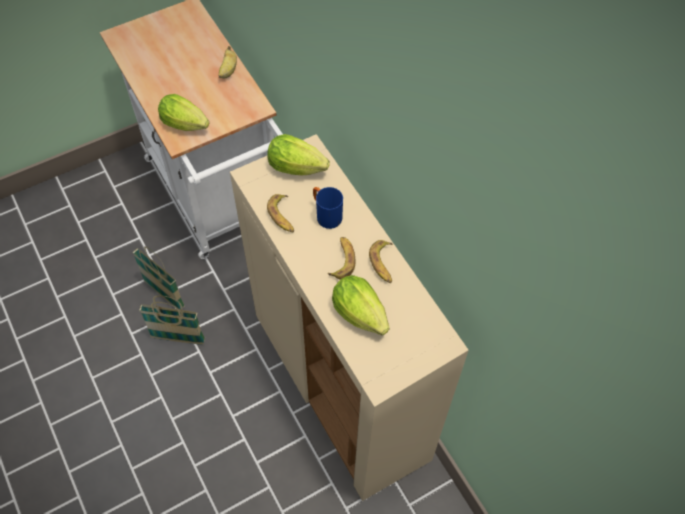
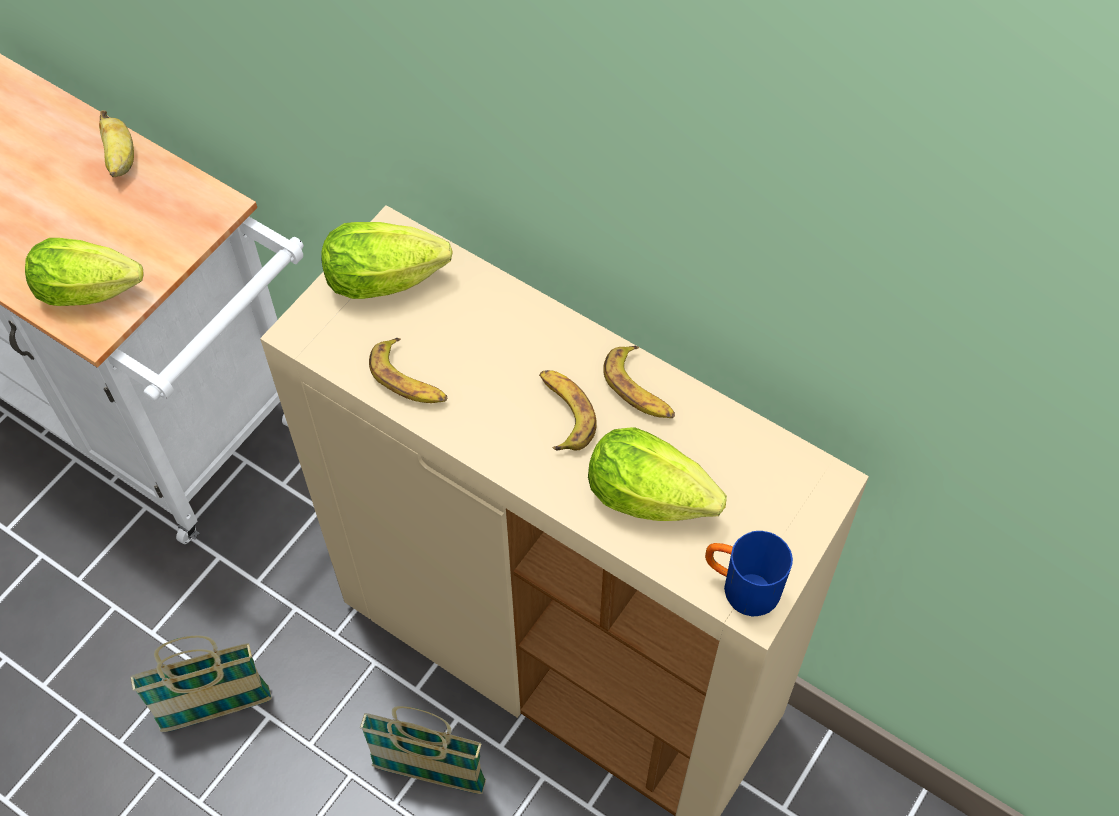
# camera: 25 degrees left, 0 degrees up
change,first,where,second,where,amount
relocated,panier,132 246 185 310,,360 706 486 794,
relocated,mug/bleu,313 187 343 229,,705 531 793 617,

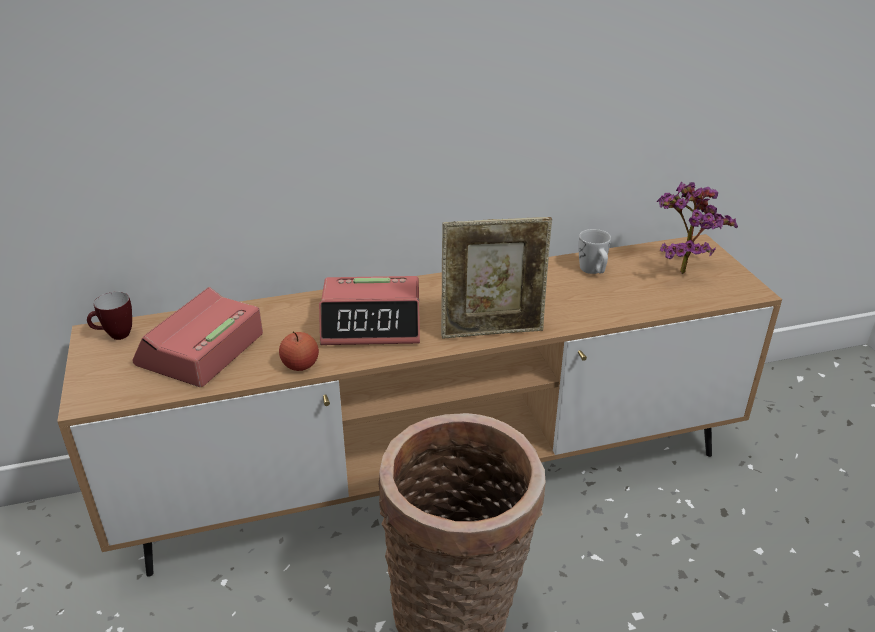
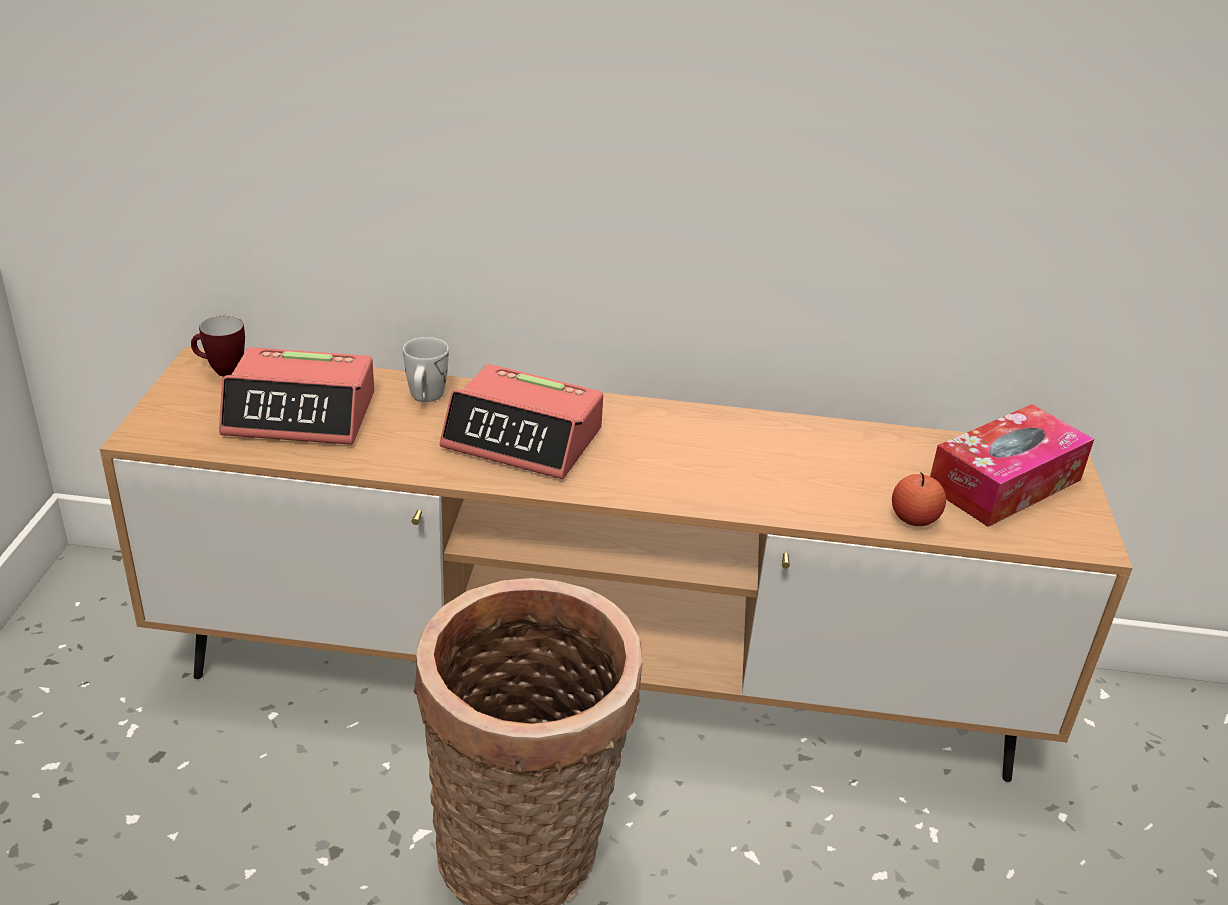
# camera: 20 degrees right, 0 degrees up
change,first,where,second,where,amount
spun,réveil,133 287 263 387,,219 347 374 445,135 degrees counterclockwise
relocated,pomme,279 332 319 371,,892 472 946 526,
missing,cadre photo,441 217 552 339,,,
relocated,mug/blanc,579 229 611 274,,403 337 449 402,
exchanged,plante en pot,657 182 738 274,boîte à mouchoirs,930 404 1094 527,

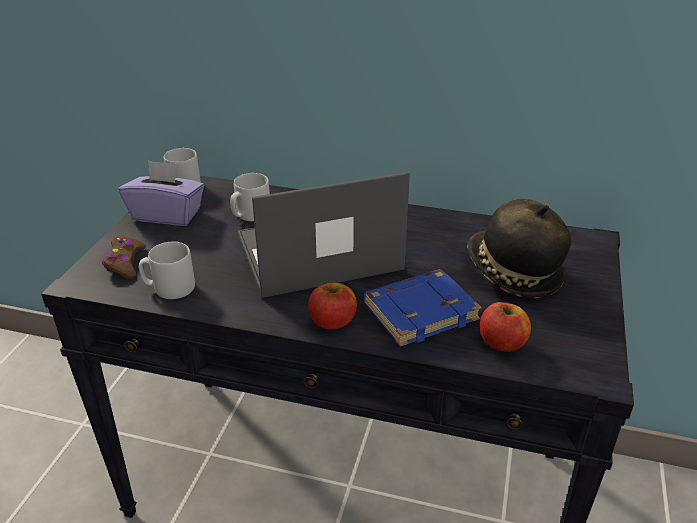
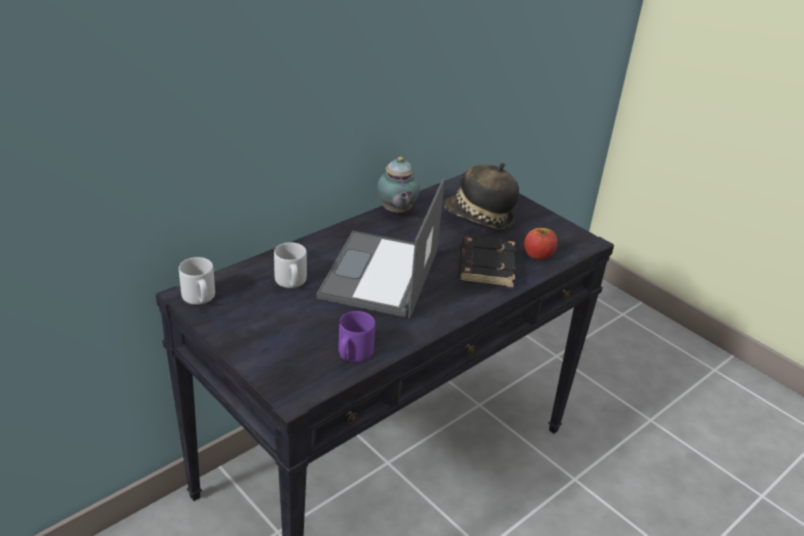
# camera: 60 degrees left, 0 degrees up
change,first,where,second,where,amount
missing,manette/marron,102 236 146 279,,,
missing,boîte à mouchoirs/violet,119 160 204 226,,,
colour,mug/gris,139 242 195 299,mug/violet,338 311 375 362,
missing,pomme,308 283 357 329,,,
colour,livre/bleu,364 269 482 347,livre/noir,458 236 516 288,
appeared,,,théière,377 157 420 214,

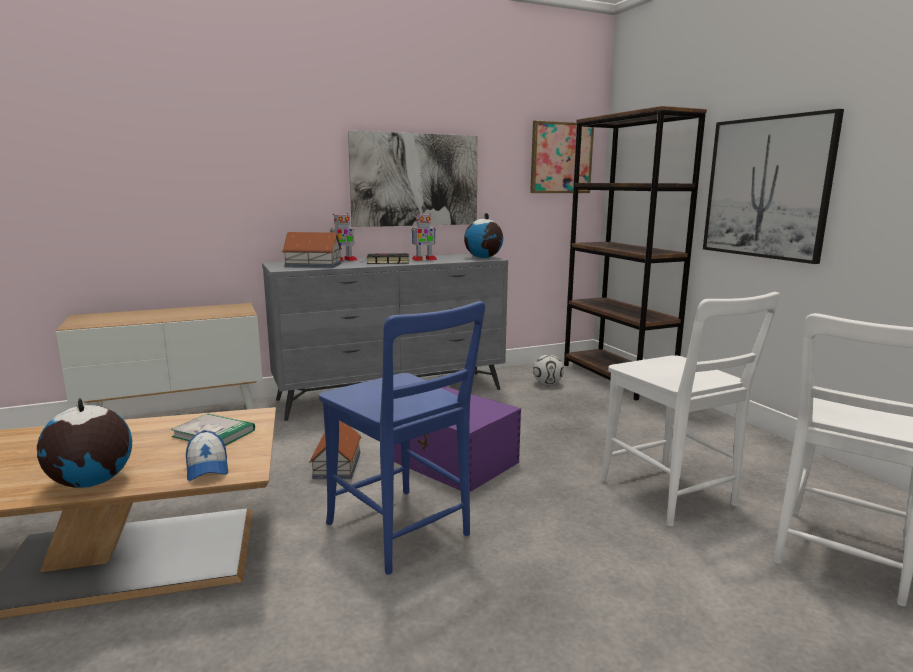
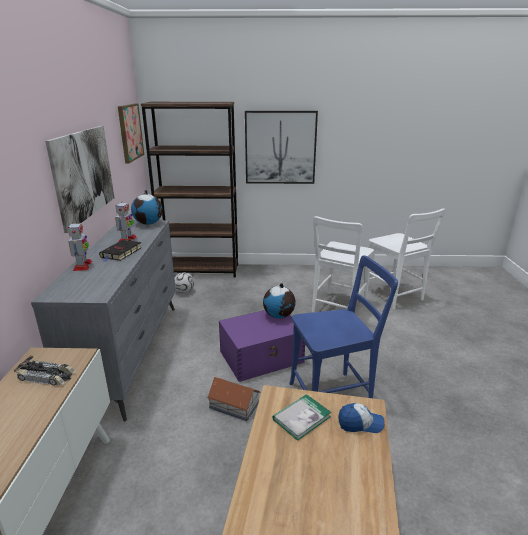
# camera: 65 degrees left, 10 degrees up
change,first,where,second,where,amount
relocated,globe,37 398 132 488,,263 283 296 318,
missing,maison miniature,282 232 342 268,,,
spun,chaise/blanc,600 292 780 526,,312 216 374 312,120 degrees clockwise
appeared,,,petite voiture,14 356 76 386,

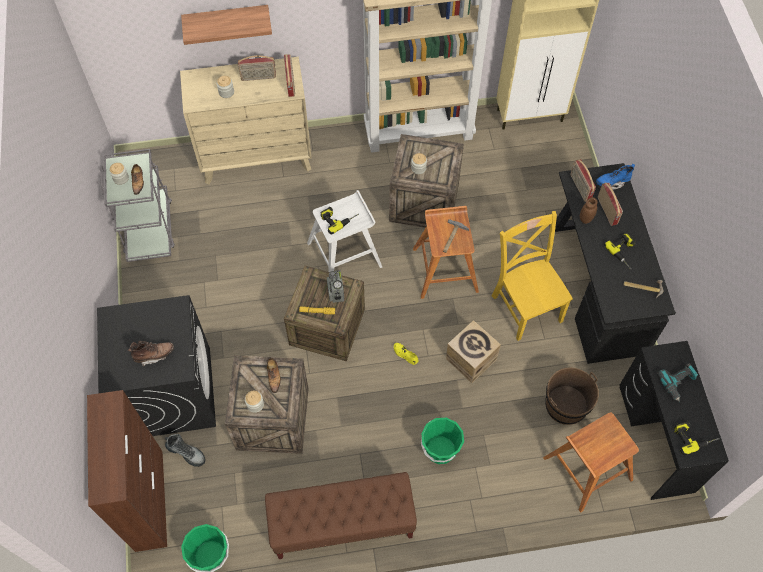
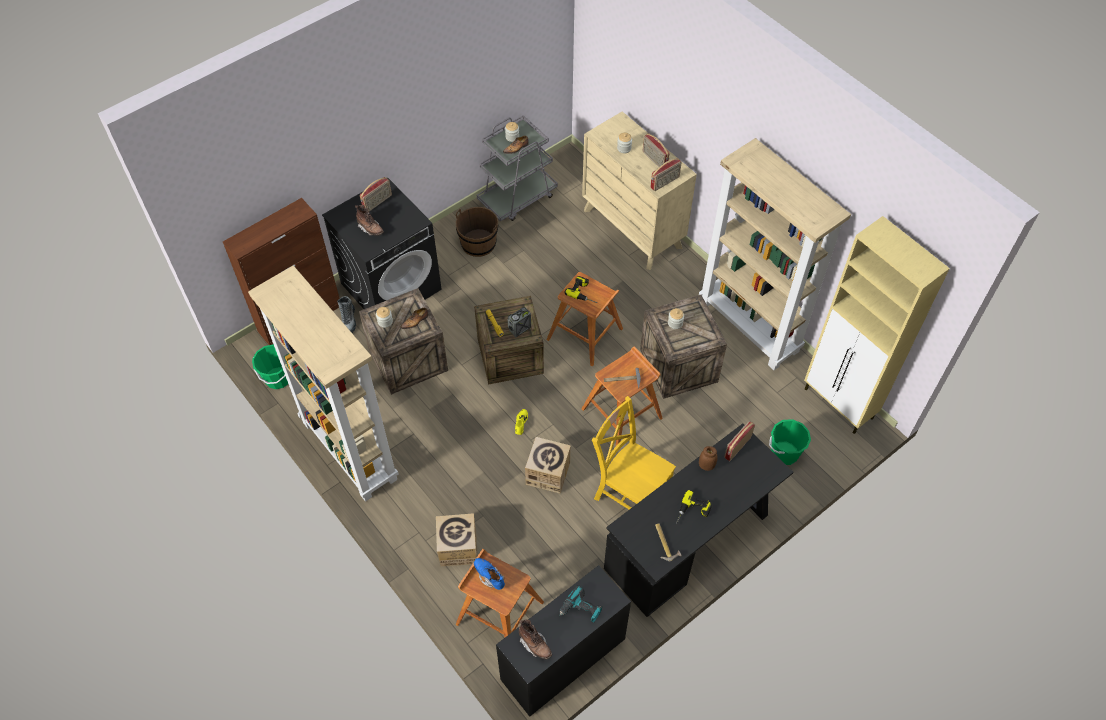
# camera: 60 degrees right, 5 degrees down
change,first,where,second,where,amount
missing,étagère,181 5 272 45,,,
exchanged,banc/marron,265 472 417 559,bibliothèque/beige,248 265 399 502,
colour,tabouret/blanc,307 190 382 272,tabouret/marron,547 272 623 366,
relocated,seau/vert,421 418 464 464,,769 419 811 465,
spun,chaise/jaune,491 211 573 341,,592 396 676 510,90 degrees counterclockwise
relocated,seau/marron,545 367 599 425,,456 207 498 257,
relocated,botte/bleu,596 164 635 189,,474 558 505 590,
relocated,radio,598 183 623 226,,360 177 392 211,
exchanged,perceuse,674 421 720 455,botte/marron,519 620 552 659,
appeared,,,carton,436 513 478 566,

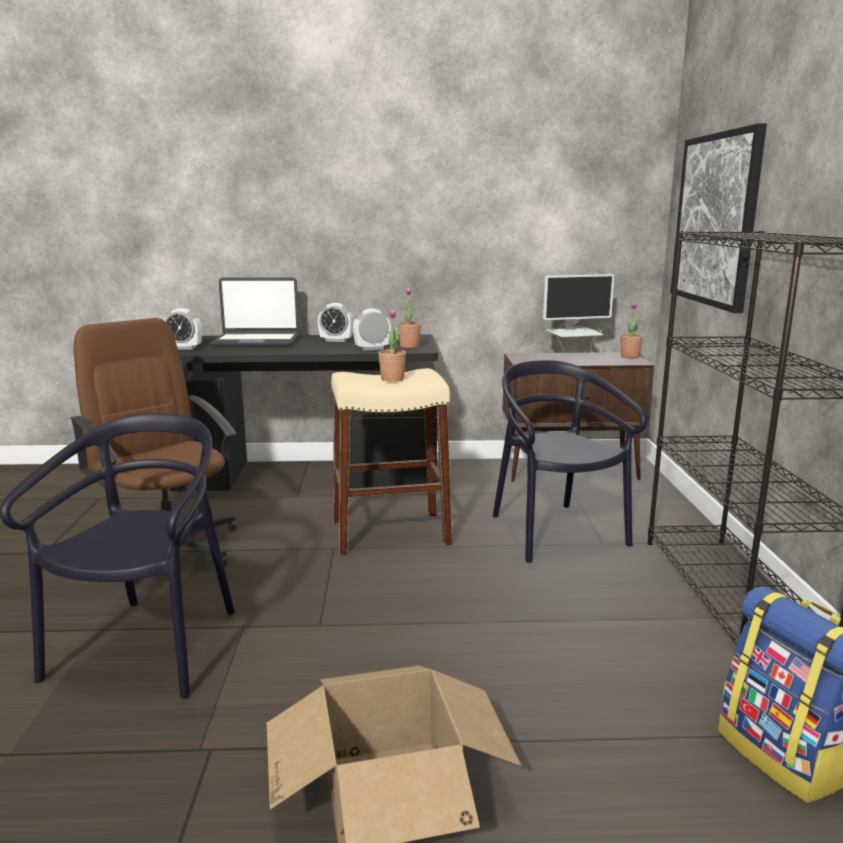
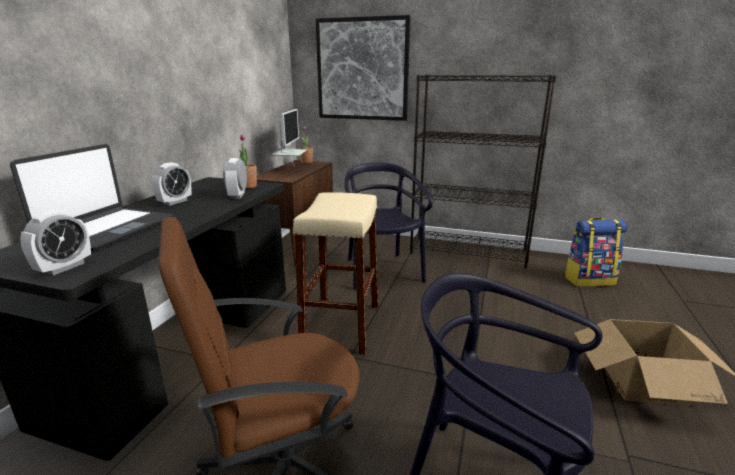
# camera: 70 degrees left, 5 degrees up
change,first,where,second,where,amount
missing,plante en pot,378 310 406 381,,,
spun,chaise/noir,493 360 647 563,,345 162 433 290,75 degrees clockwise

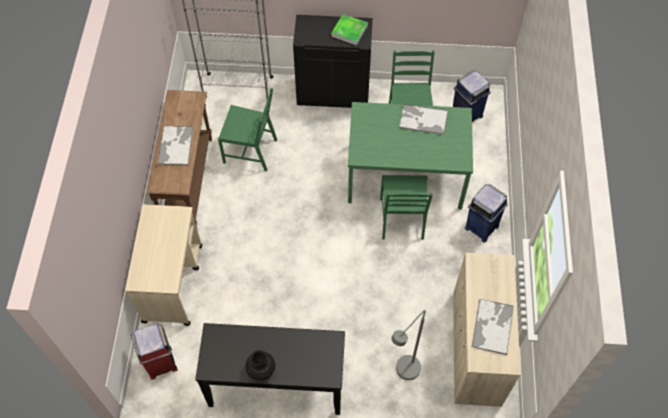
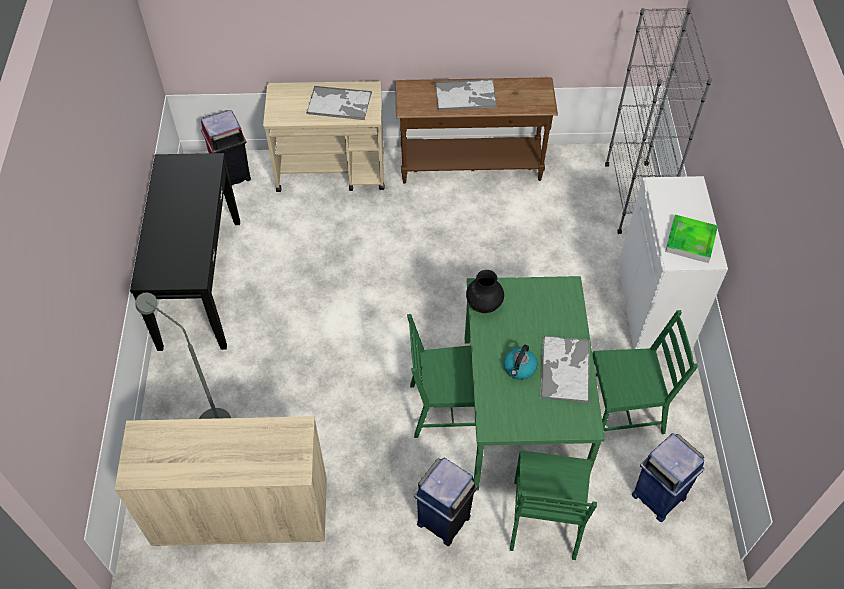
# camera: 85 degrees right, 5 degrees down
change,first,where,second,where,amount
relocated,chaise/vert,218 88 277 171,,510 450 597 560,
relocated,vase/noir,245 350 275 380,,466 270 504 313,
colour,meuble de rangement/noir,293 15 373 108,meuble de rangement/blanc,618 176 728 351,
relocated,plateau,471 299 514 355,,306 86 372 120,
appeared,,,bouilloire,504 345 537 380,

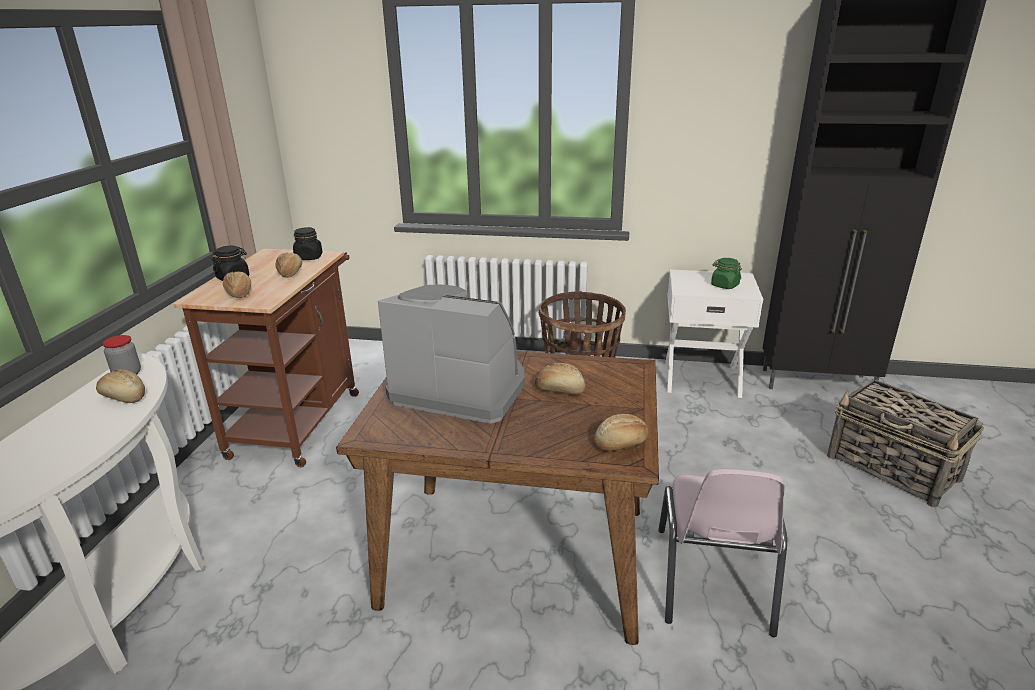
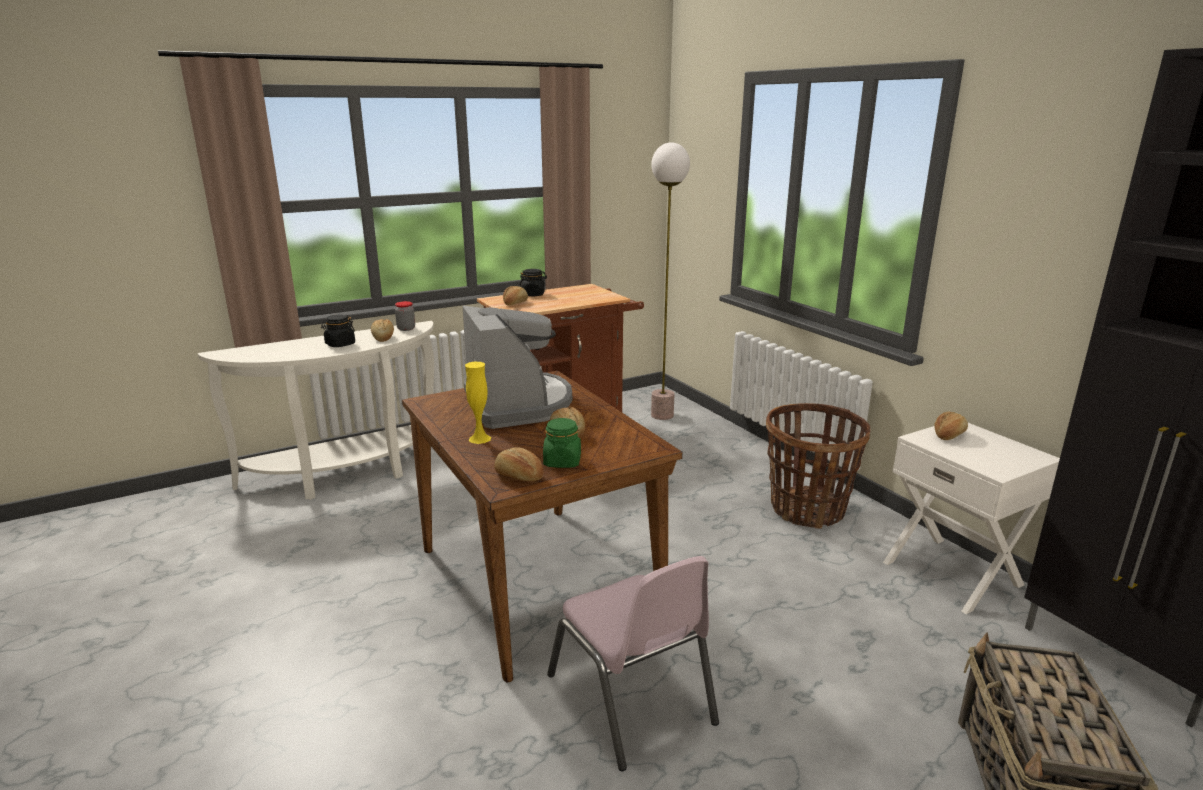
# camera: 50 degrees right, 5 degrees down
change,first,where,second,where,amount
relocated,pain,275 253 302 278,,934 412 968 440,
relocated,bocal/noir,293 227 322 260,,321 315 355 347,
spun,chaise/rose,658 469 787 637,,547 556 719 771,90 degrees counterclockwise
relocated,bocal/vert,711 258 742 289,,543 418 581 468,
appeared,,,vase/jaune,465 362 491 444,
appeared,,,lampadaire,651 142 690 420,

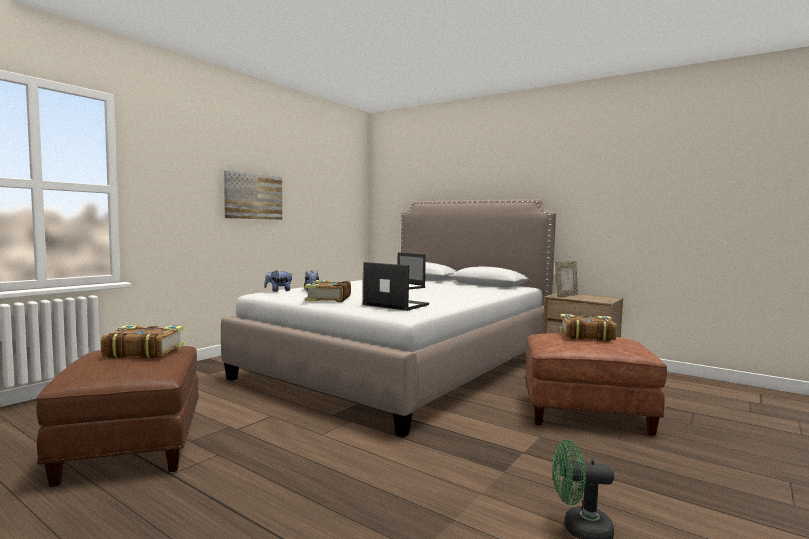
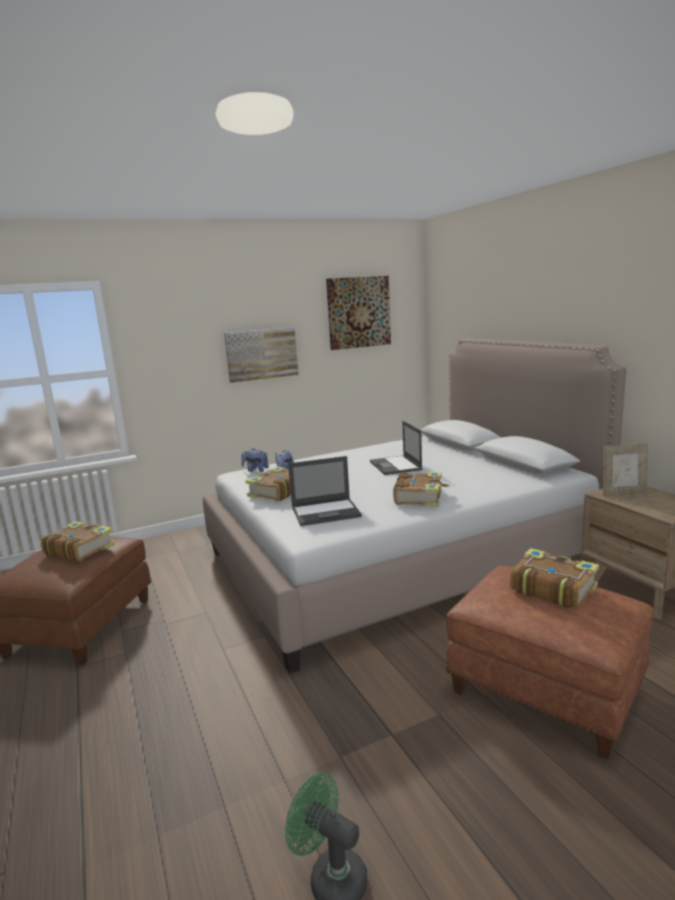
# camera: 30 degrees right, 10 degrees up
change,first,where,second,where,amount
spun,ordinateur portable,363 262 429 311,,288 456 362 526,105 degrees clockwise
appeared,,,tableau,326 276 391 350,
appeared,,,livre,393 472 450 507,

